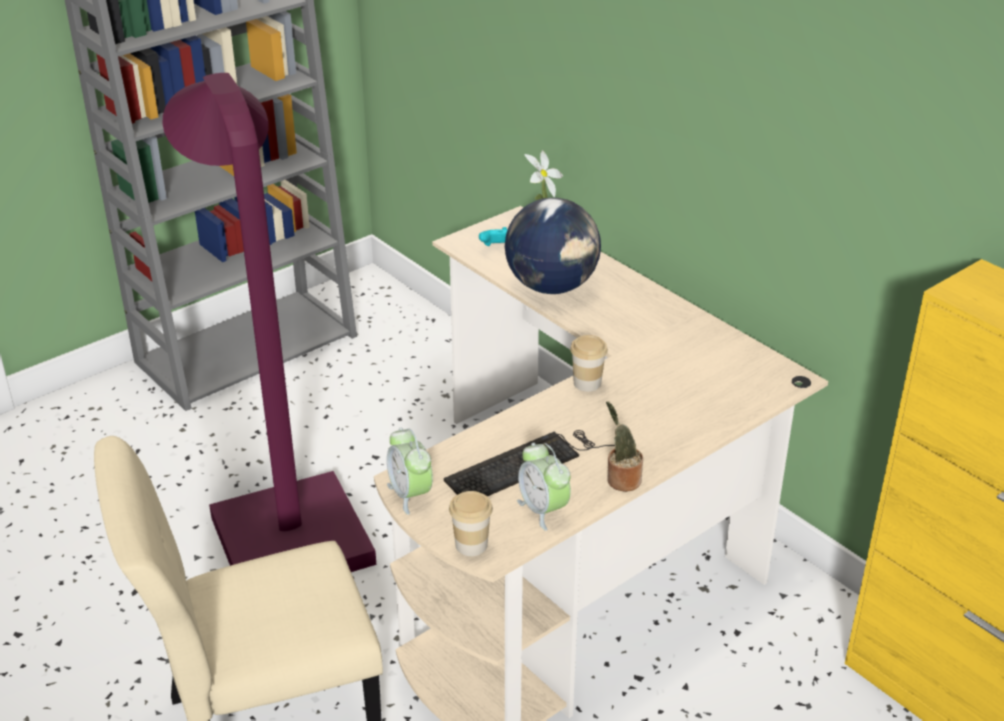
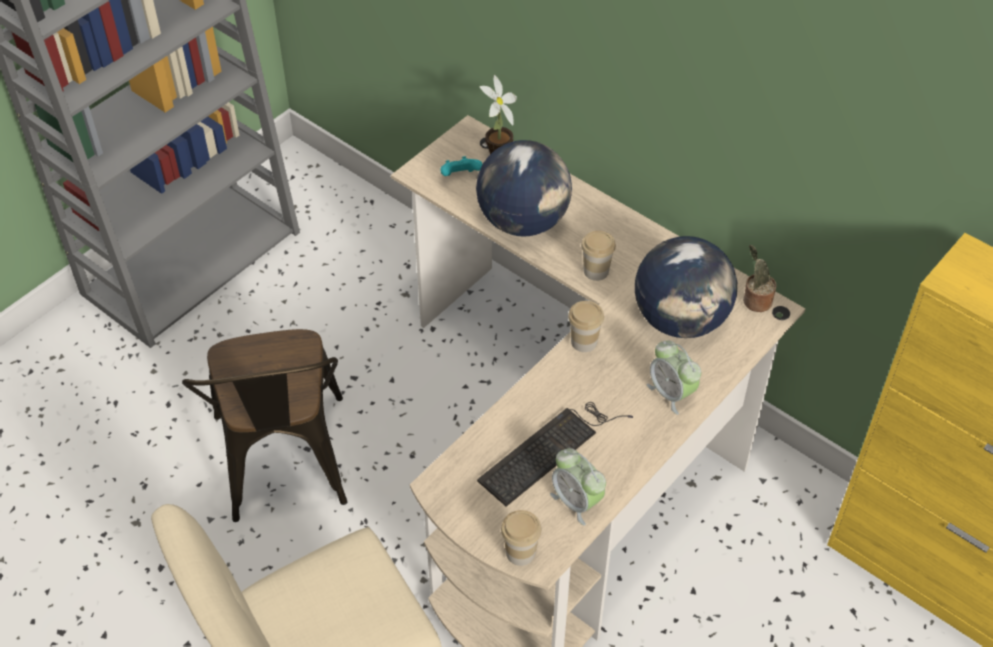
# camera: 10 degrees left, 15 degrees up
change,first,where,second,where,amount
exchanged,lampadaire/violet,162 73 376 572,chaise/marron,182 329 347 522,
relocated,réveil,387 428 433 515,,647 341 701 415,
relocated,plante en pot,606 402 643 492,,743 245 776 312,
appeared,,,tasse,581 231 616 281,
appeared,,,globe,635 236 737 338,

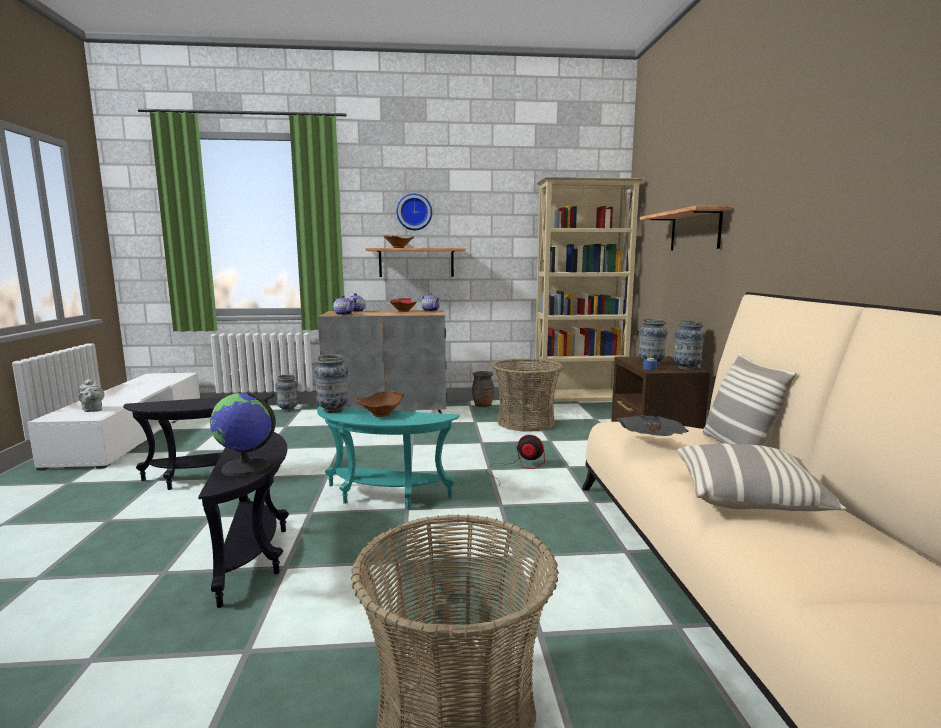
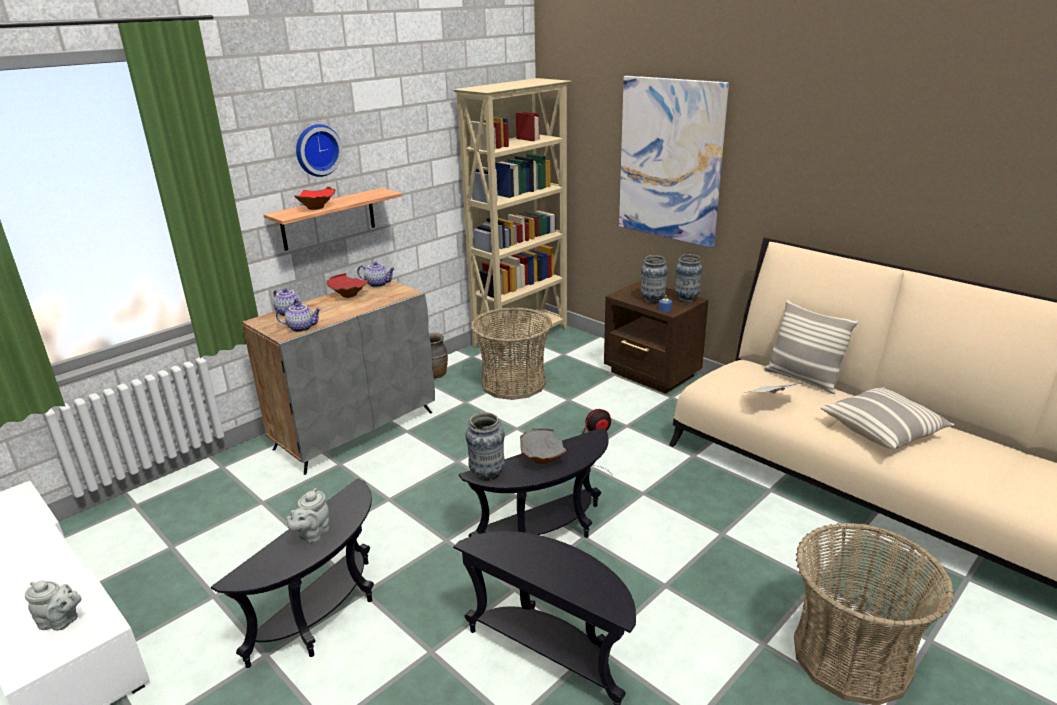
# camera: 40 degrees left, 15 degrees up
change,first,where,second,where,amount
missing,globe,210 393 276 476,,,
missing,vase,275 375 298 412,,,
colour,table d'appoint/turquoise,317 406 460 510,table d'appoint/noir,459 428 609 538,
colour,bol/marron,356 391 404 417,bol/gris,520 428 567 464,
exchanged,étagère,640 206 732 250,tableau,619 76 729 248,
appeared,,,théière/gris,286 488 329 544,

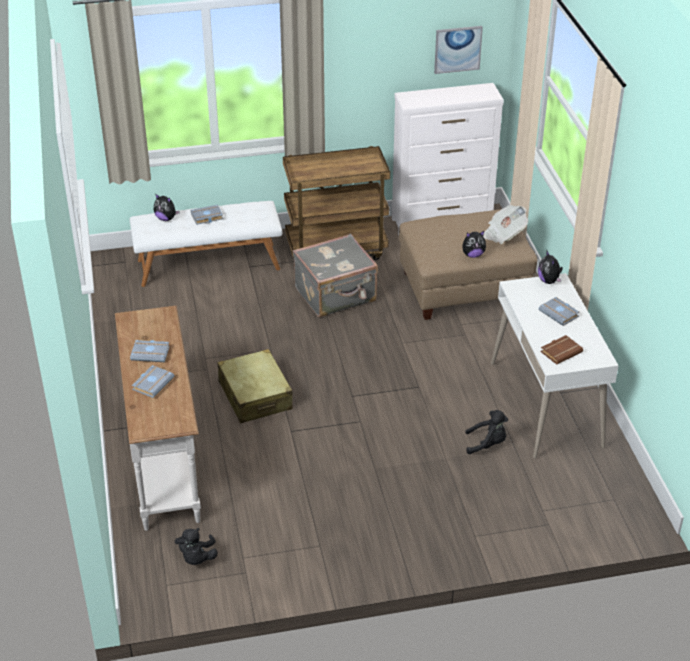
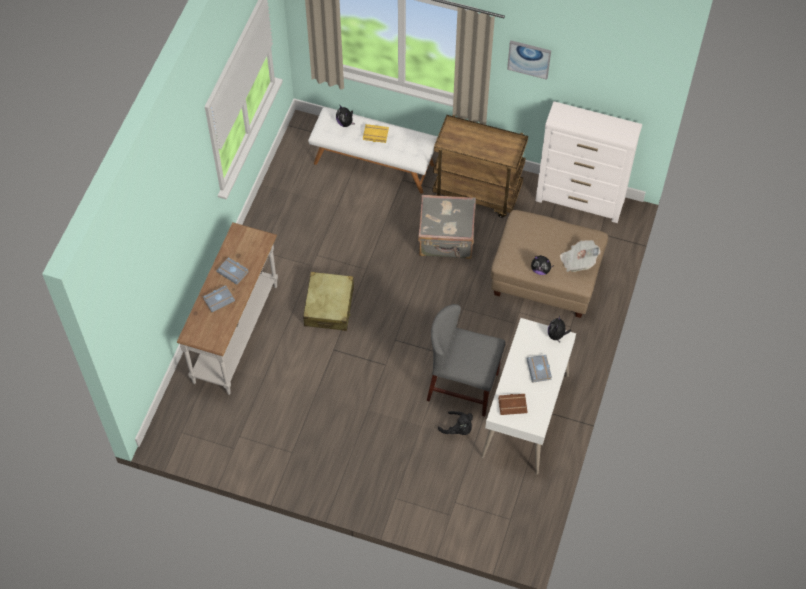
# camera: 30 degrees right, 20 degrees up
change,first,where,second,where,amount
missing,peluche/noir,175 528 218 565,,,
colour,livre/gris,191 205 223 225,livre/jaune,363 124 389 143,
relocated,tableau,434 26 483 74,,507 40 551 80,
appeared,,,chaise/gris,427 304 505 417,

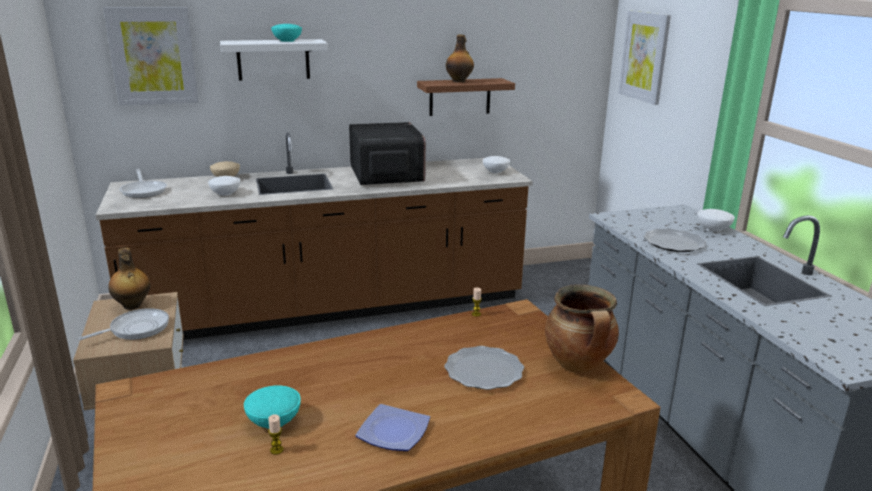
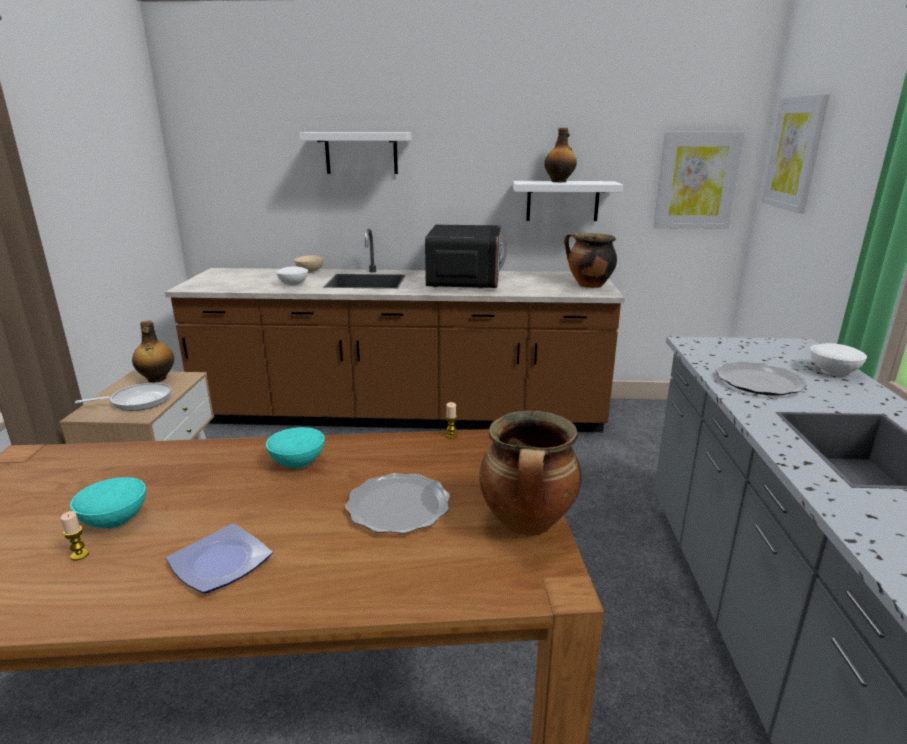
# camera: 20 degrees right, 0 degrees up
change,first,where,second,where,amount
relocated,tableau,103 7 199 106,,653 132 745 229,
missing,poêle,119 169 167 198,,,
relocated,bol/turquoise,271 24 302 42,,266 427 325 469,
colour,étagère/marron,417 78 515 116,étagère/blanc,513 181 623 221,
exchanged,bol/blanc,483 156 510 173,marmite,564 232 617 288,

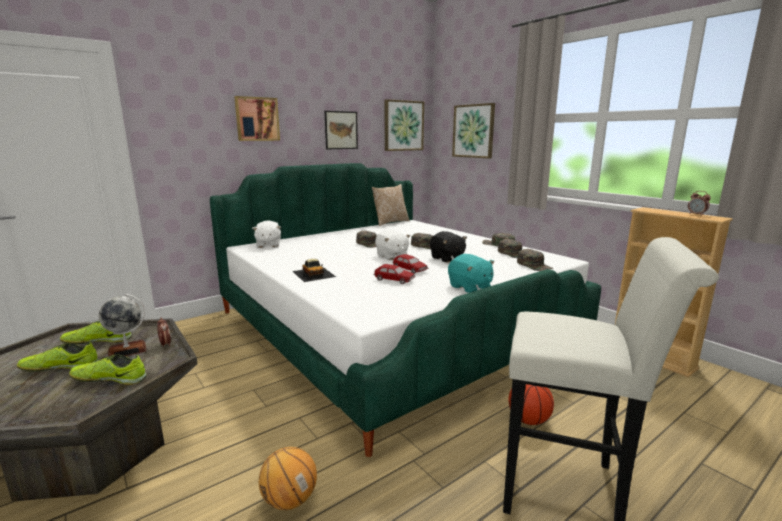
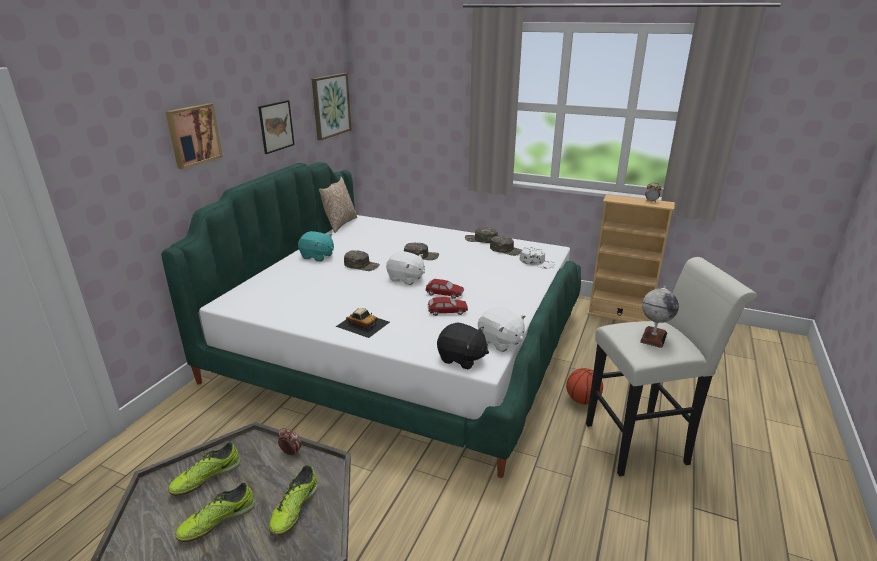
# camera: 30 degrees left, 10 degrees up
change,first,where,second,where,amount
spun,chaussure,69 354 147 385,,269 465 318 535,45 degrees counterclockwise
relocated,globe,99 294 147 357,,640 286 679 348,
relocated,peluche/blanc,252 220 281 248,,478 307 526 352,
missing,ballon de basket,259 447 317 510,,,
relocated,peluche/noir,430 231 467 263,,437 322 489 369,
relocated,peluche/turquoise,448 254 494 293,,298 231 334 262,
missing,tableau,452 103 495 158,,,
colour,casquette/vert,517 249 554 271,casquette/blanc,520 247 556 269,

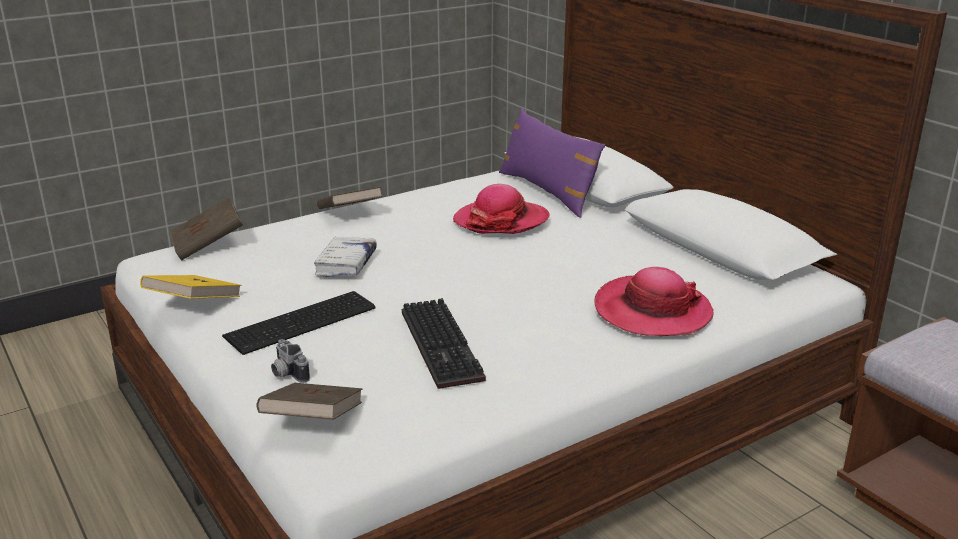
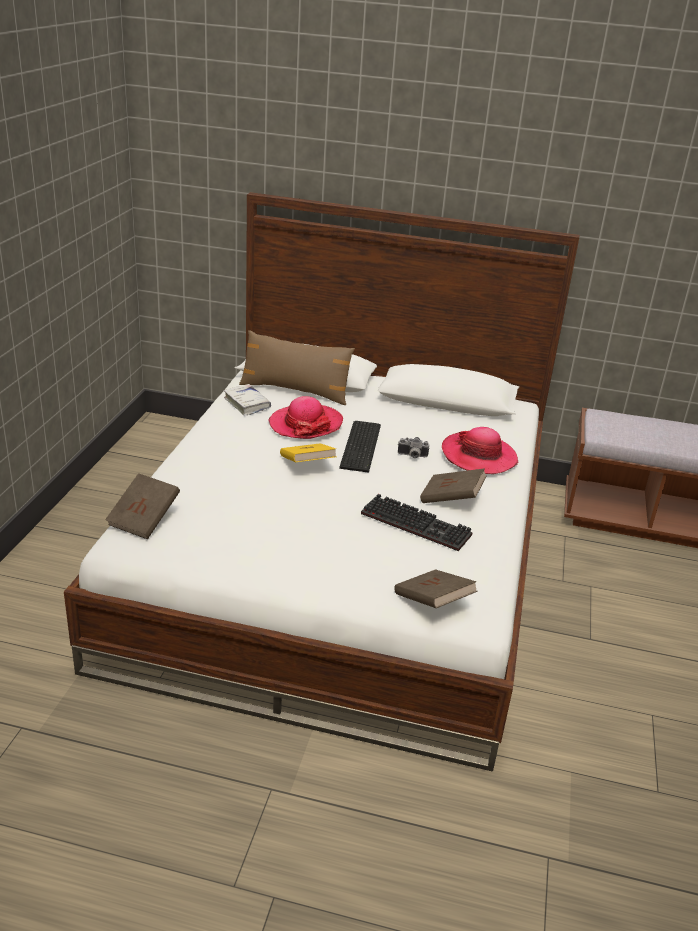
# camera: 45 degrees left, 5 degrees up
change,first,where,second,where,amount
relocated,livre/jaune,140 275 241 299,,280 443 337 462,
relocated,clavier,222 291 376 355,,339 421 381 473,
relocated,appareil photo,271 339 310 383,,398 437 430 458,
relocated,livre/blanc,314 237 377 276,,224 384 271 416,
relocated,livre/marron,317 187 383 209,,420 468 487 503,
colour,coussin/violet,499 108 605 218,coussin/marron,239 330 355 405,

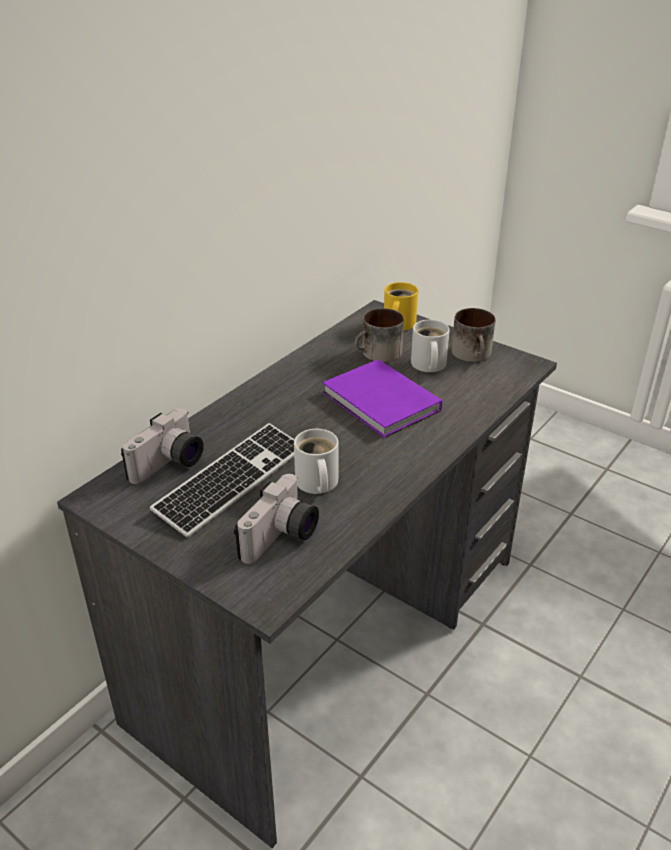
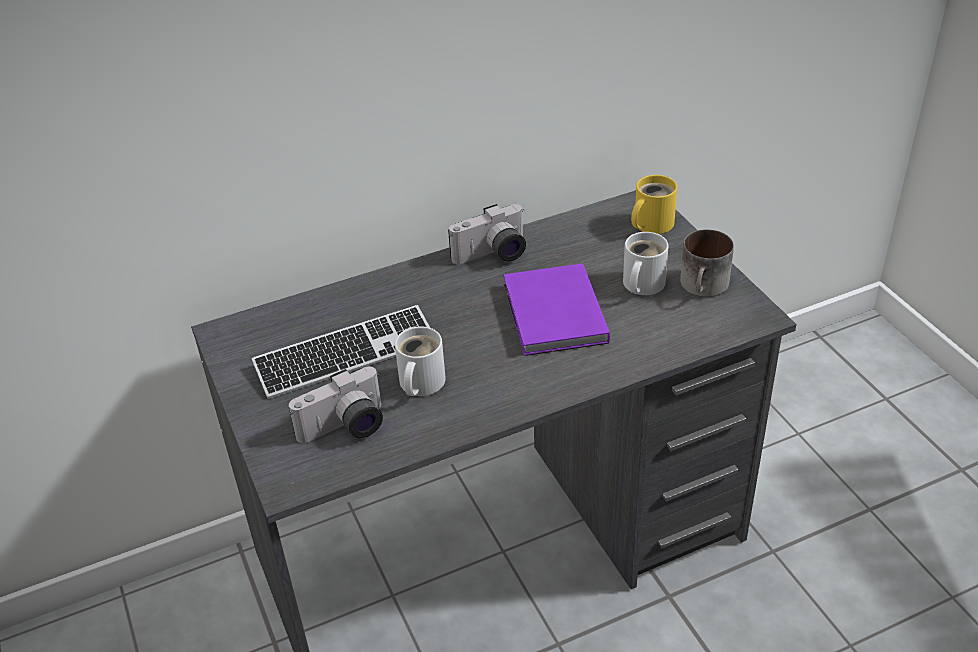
# camera: 30 degrees right, 5 degrees up
change,first,where,second,where,amount
relocated,appareil photo,121 408 204 484,,448 204 526 264,
missing,mug,354 308 404 362,,,

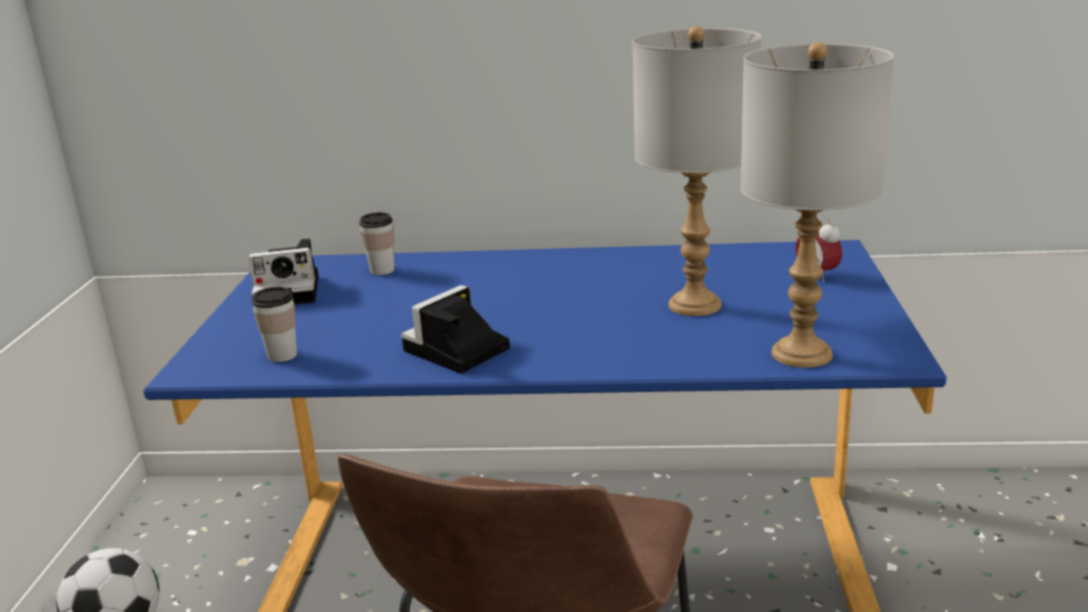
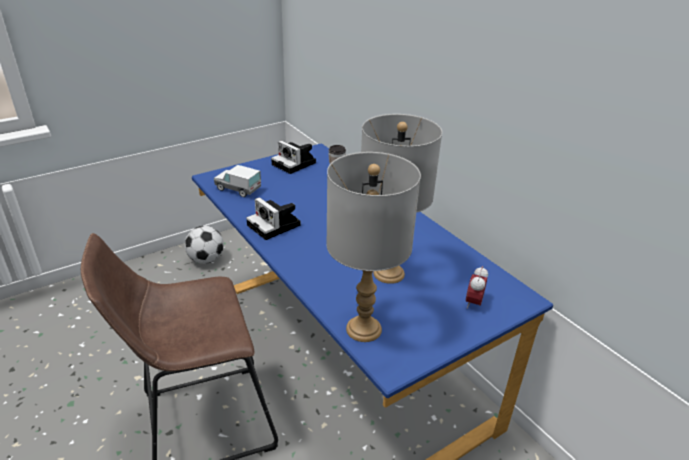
# camera: 50 degrees right, 10 degrees up
change,first,where,second,where,amount
exchanged,tasse,252 287 297 362,camion jouet,214 165 261 197,
spun,appareil photo,401 285 510 373,,246 197 301 240,135 degrees counterclockwise

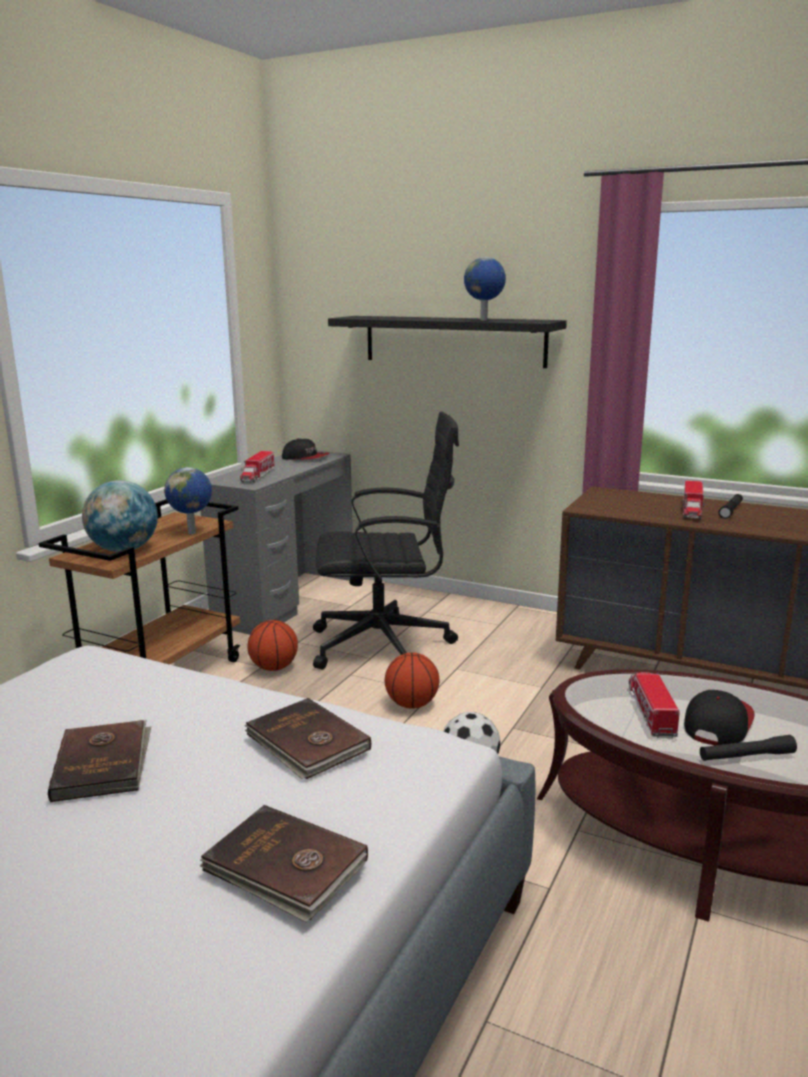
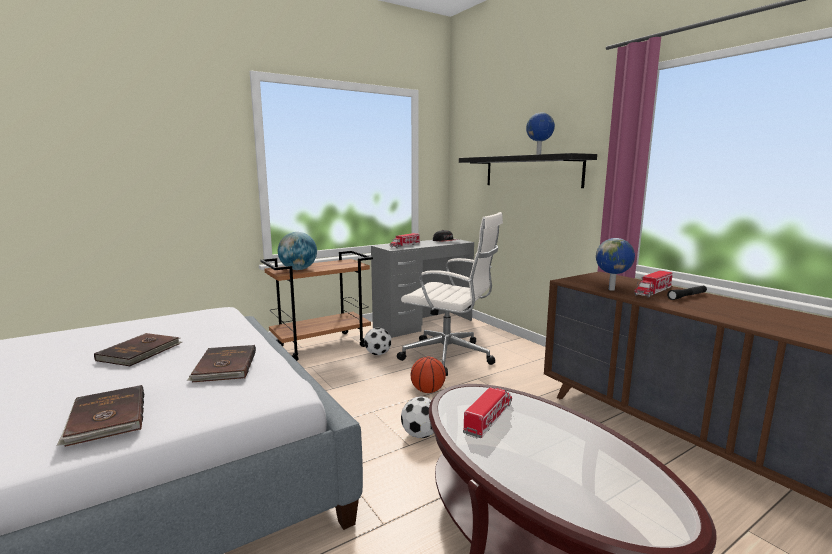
# camera: 30 degrees right, 5 degrees down
change,first,where,second,where,amount
relocated,globe,164 467 212 534,,596 238 635 291,
exchanged,ballon de basket,248 620 298 671,ballon de foot,364 328 391 355,
colour,chaise de bureau/noir,313 411 459 670,chaise de bureau/blanc,397 212 503 376,
missing,casquette,684 690 755 745,,,
missing,lampe de poche/noir,700 735 797 761,,,

